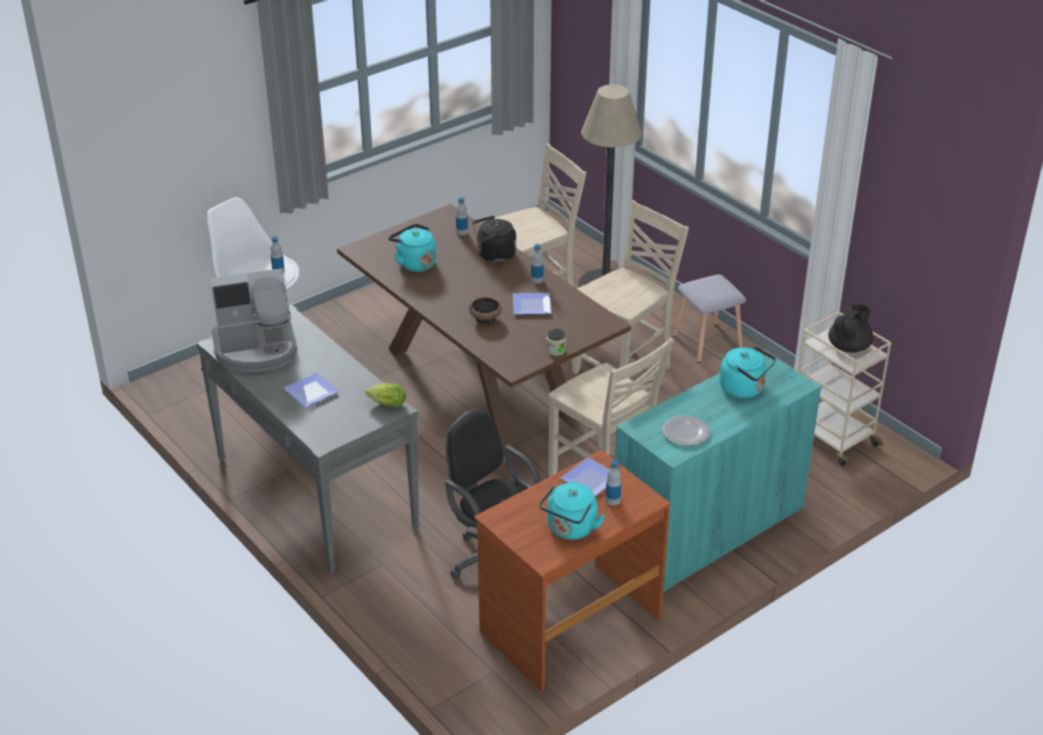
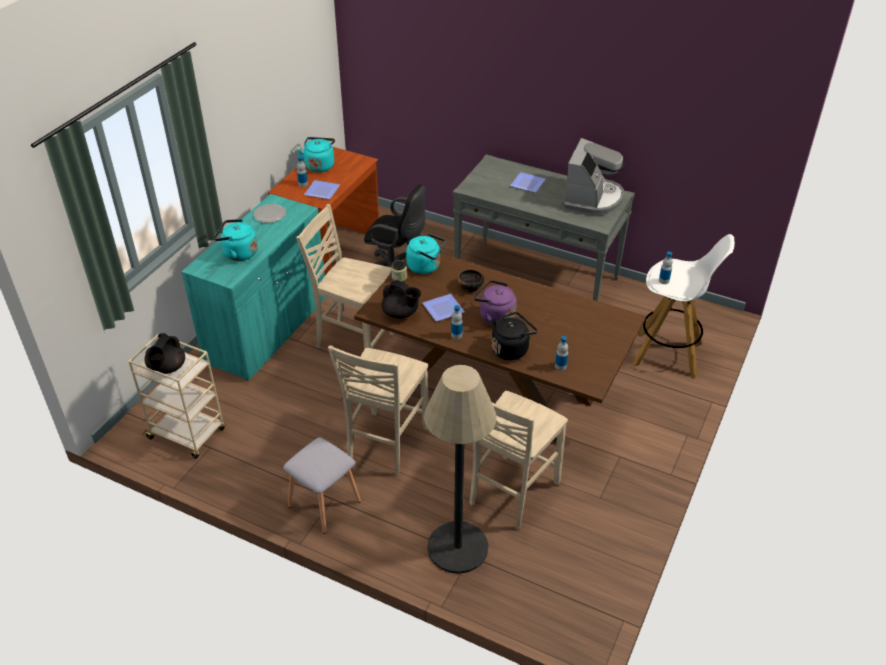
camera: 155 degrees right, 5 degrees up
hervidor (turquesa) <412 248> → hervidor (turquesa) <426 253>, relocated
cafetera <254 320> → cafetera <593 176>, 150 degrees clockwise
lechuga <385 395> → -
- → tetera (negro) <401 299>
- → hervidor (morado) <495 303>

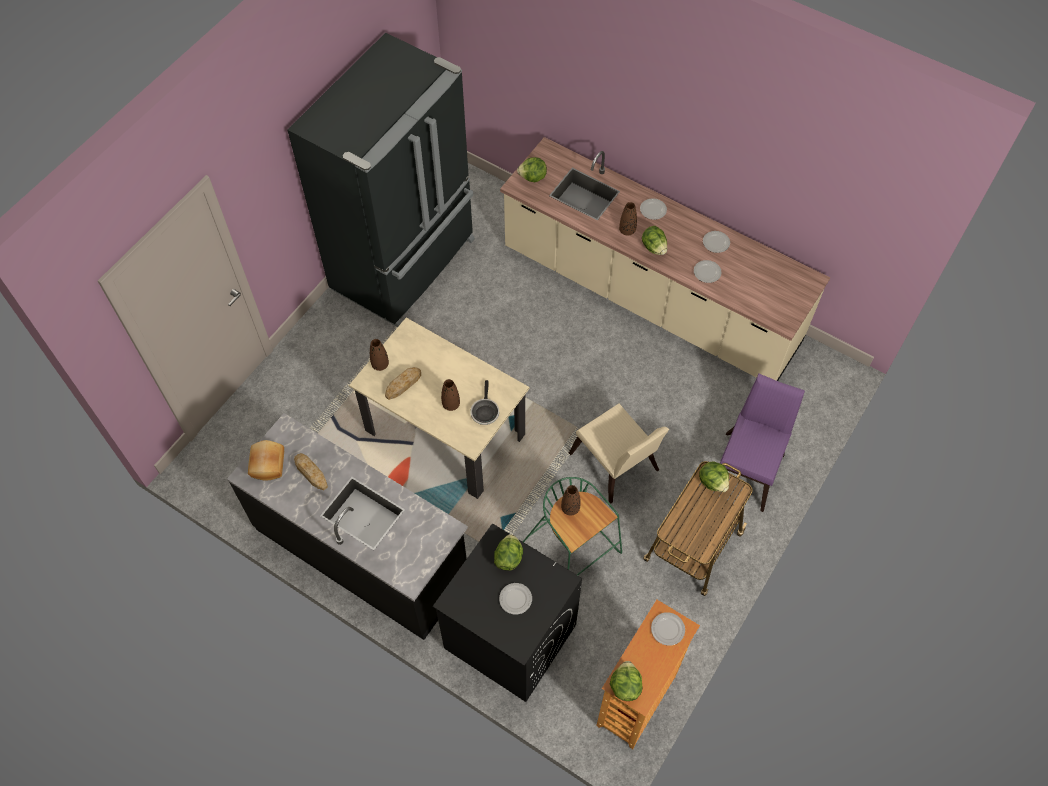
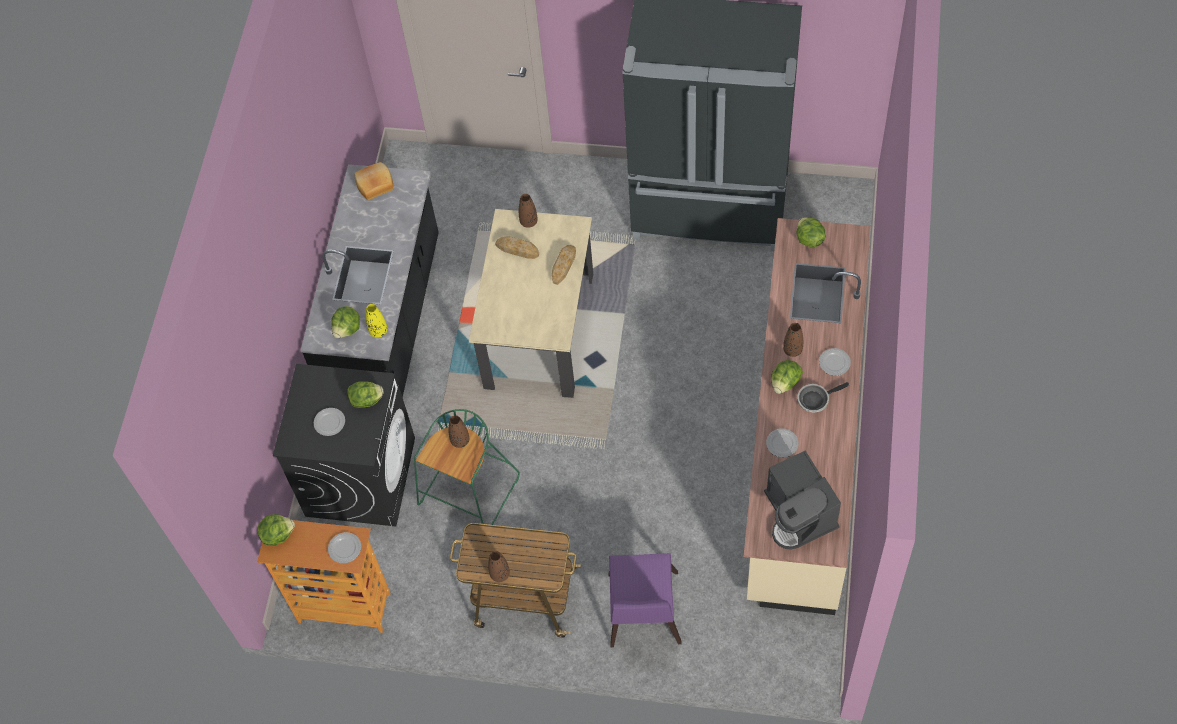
camera: 70 degrees right, 0 degrees up
plato <716 242> → -
silla (morado) <762 443> → silla (morado) <645 600>, 90 degrees clockwise
florero (marrón) <450 395> → florero (marrón) <499 566>, relocated
sartén <484 402> → sartén <823 397>, relocated
silla (beis) <619 453> → -
pan <311 471> → pan <564 265>, relocated
lechuga <714 477> → lechuga <345 322>, relocated
- → florero (amarillo) <376 321>
- → cafetera <802 500>

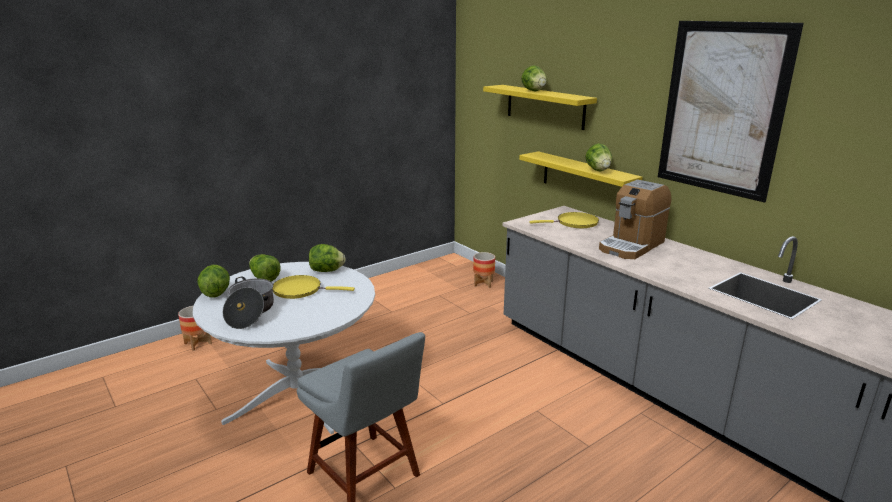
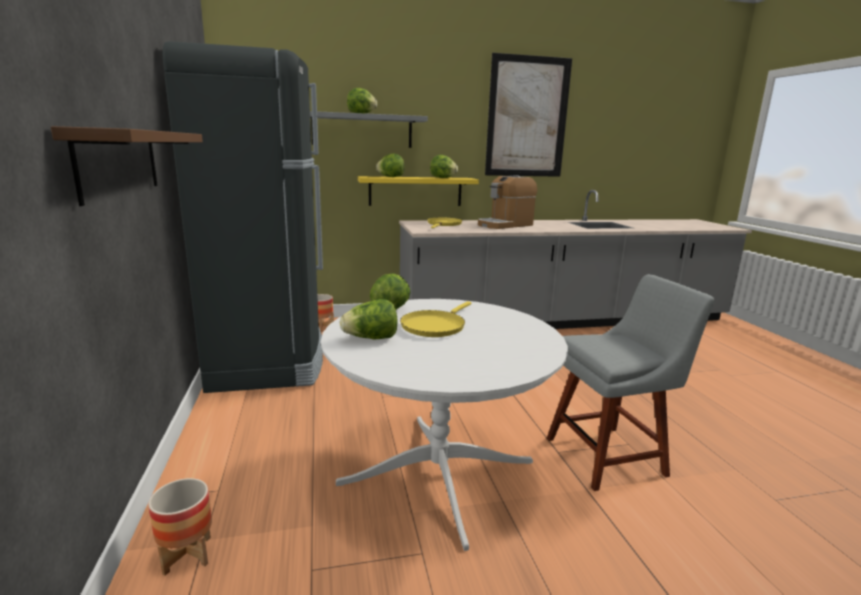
camera: 65 degrees left, 5 degrees down
estante (amarillo) <540 107> → estante (gris) <369 129>
cafetera <635 219> → cafetera <507 202>, 75 degrees clockwise
lechuga <213 281> → lechuga <390 165>, relocated
olla <248 303> → -
- → nevera (negro) <243 217>
- → estante (marrón) <127 166>

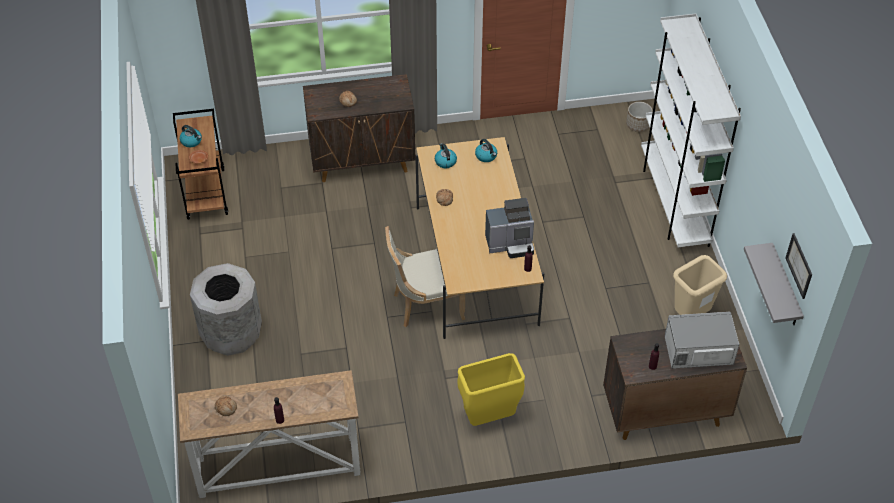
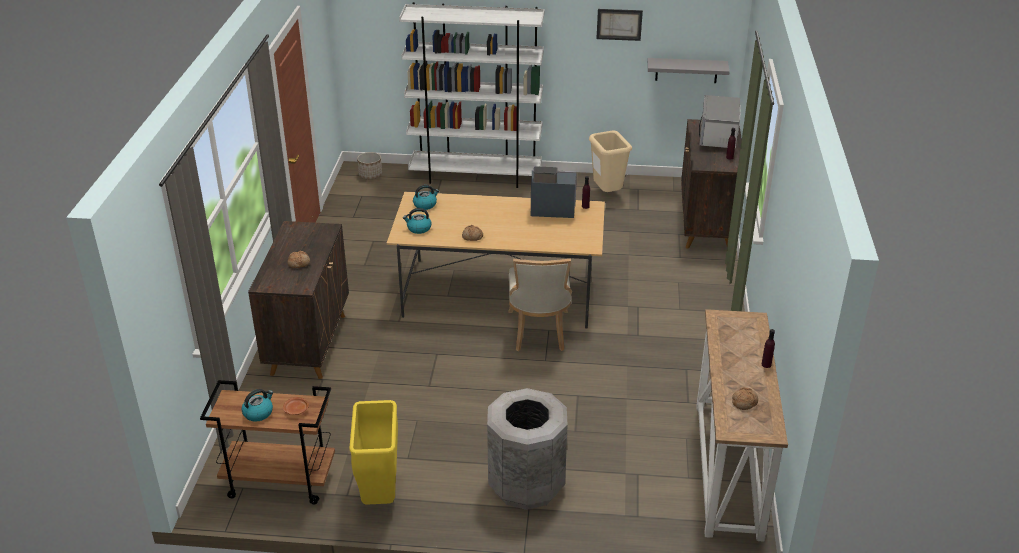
camera: 75 degrees left, 15 degrees down
cafetera <509 228> → cafetera <554 192>, 90 degrees counterclockwise
cuadro <798 266> → cuadro <619 25>, relocated
papelera (amarillo) <491 389> → papelera (amarillo) <373 452>, relocated

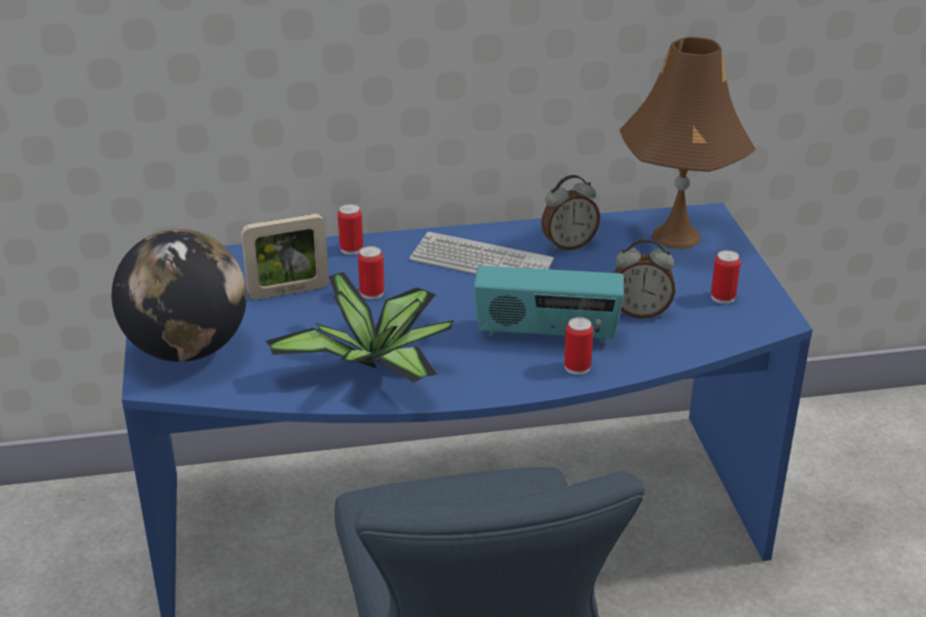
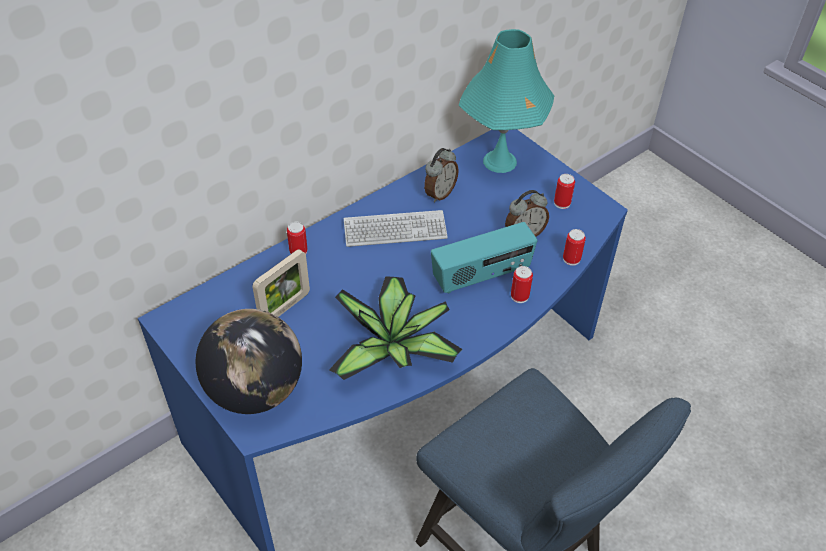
camera: 30 degrees left, 15 degrees up
lámpara de mesa (marrón) <688 143> → lámpara de mesa (turquesa) <506 101>
lata <371 272> → lata <574 247>, relocated

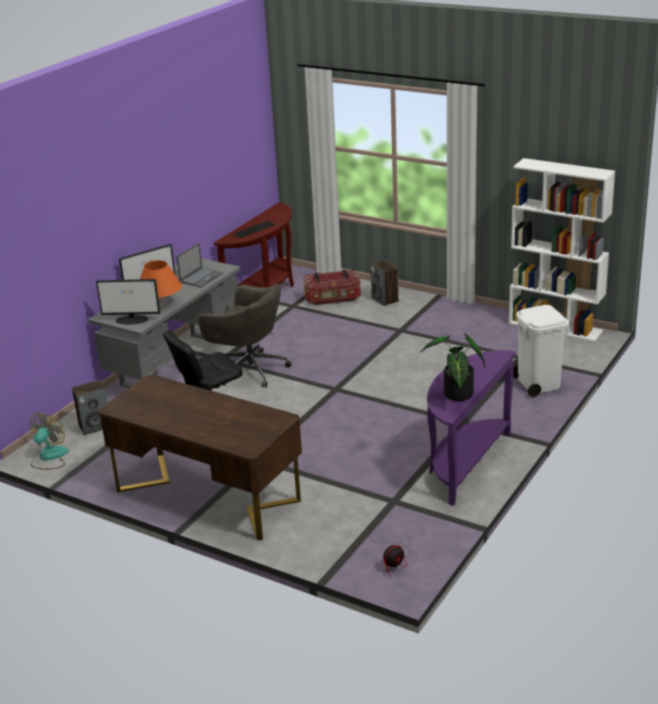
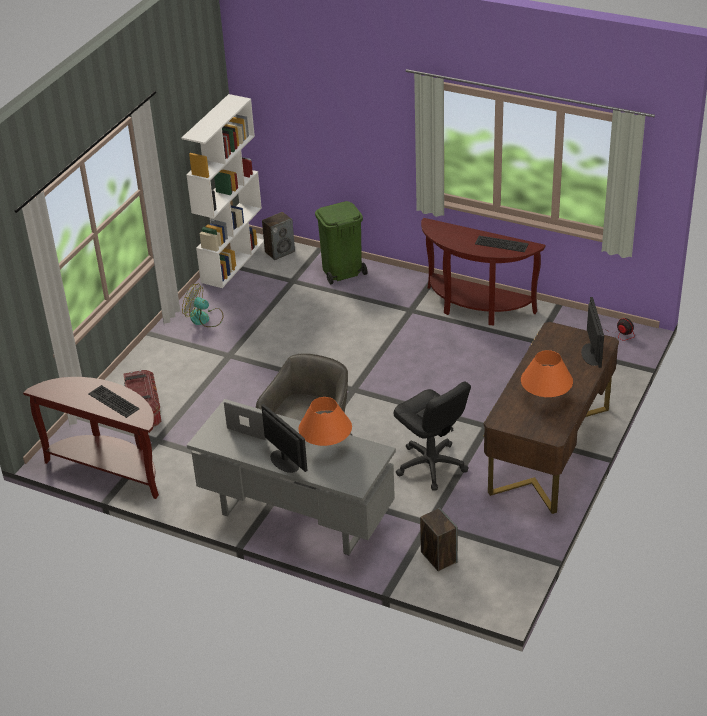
camera: 95 degrees left, 10 degrees up
altavoz <384 283> → altavoz <278 236>, relocated
monitor <128 301> → monitor <592 332>, relocated
papelera (blanco) <541 351> → papelera (verde) <341 242>
planta en maceta <452 367> → teclado <502 244>
mesa consola (morado) <471 428> → mesa consola (marrón) <483 271>
ventilador <49 441> → ventilador <202 305>, relocated
- → lámpara de mesa (naranja) <547 373>

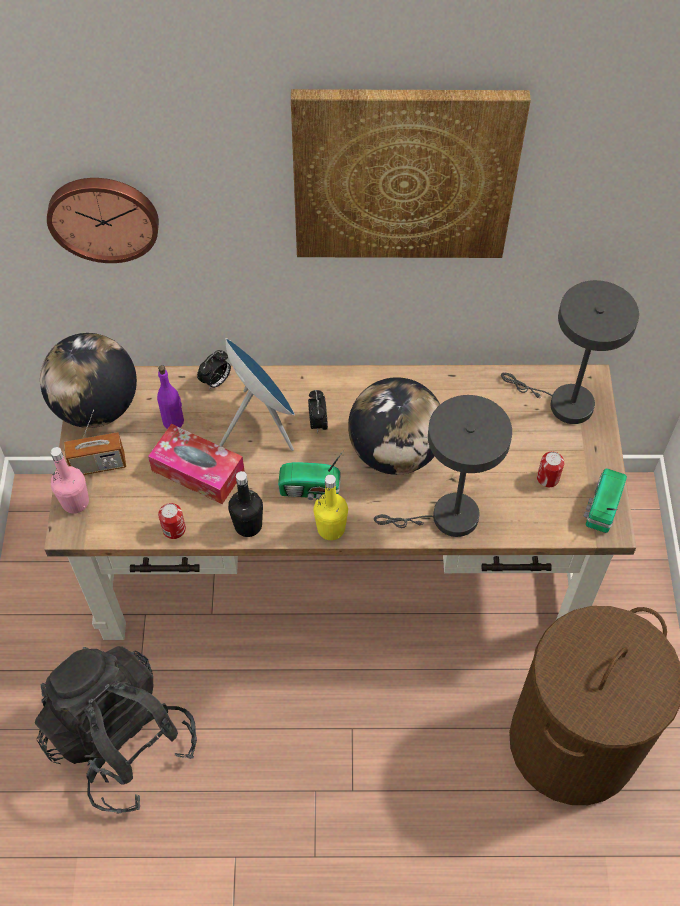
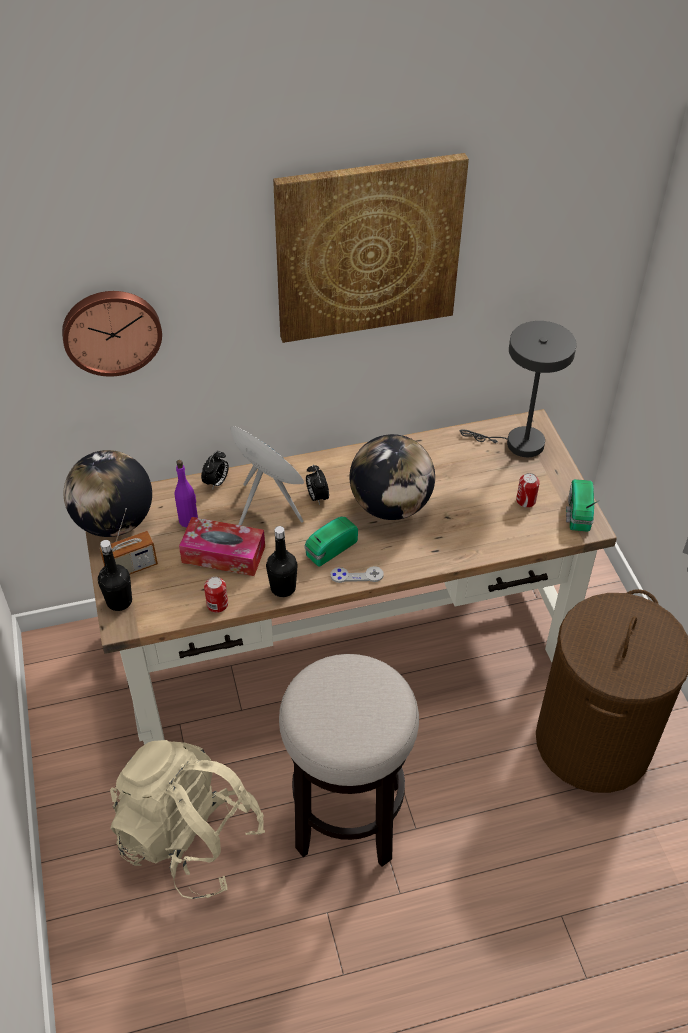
camera: 15 degrees left, 10 degrees down
lámpara de mesa (gris) <443 466> → -
botella (rosa) <70 480> → botella (negro) <115 575>
radio <311 475> → radio <331 542>, 150 degrees clockwise
botella (amarillo) <330 507> → mando de consola (gris) <357 574>
mochila (negro) <116 730> → mochila (beis) <187 819>
- → taburete <349 760>

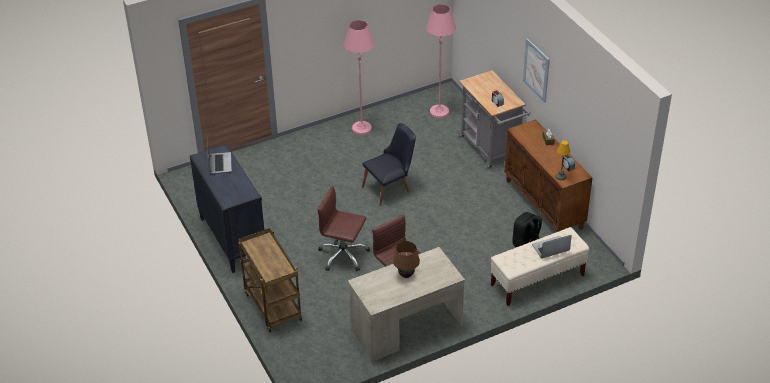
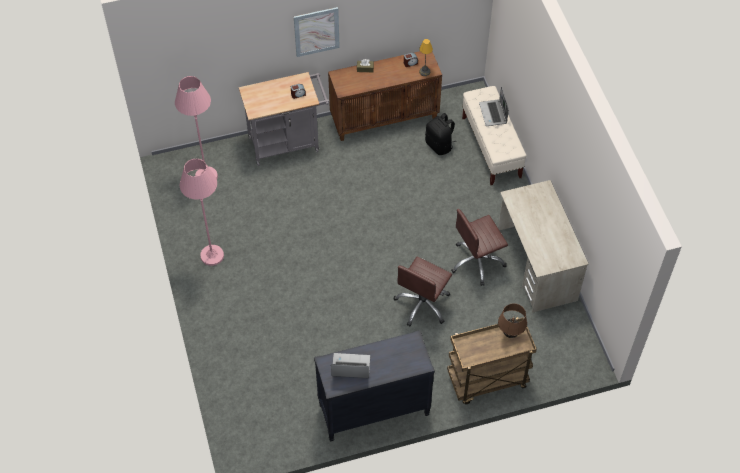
camera: 80 degrees left, 15 degrees up
silla (negro) <389 164> → -
lámpara de mesa (marrón) <406 259> → lámpara de mesa (marrón) <512 320>, relocated

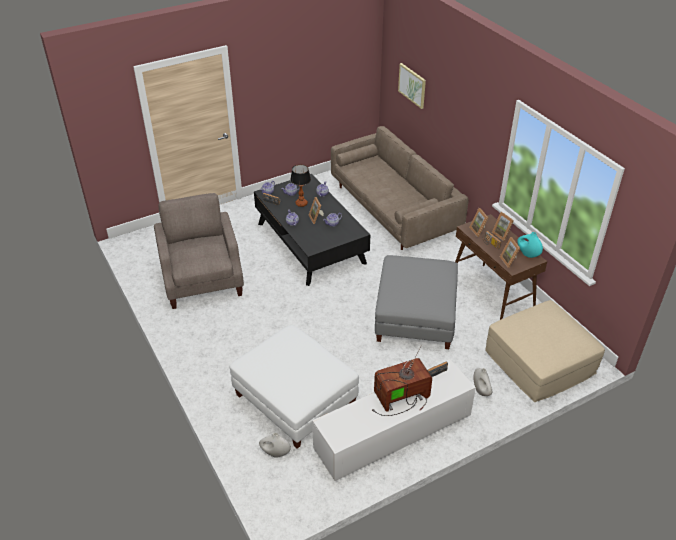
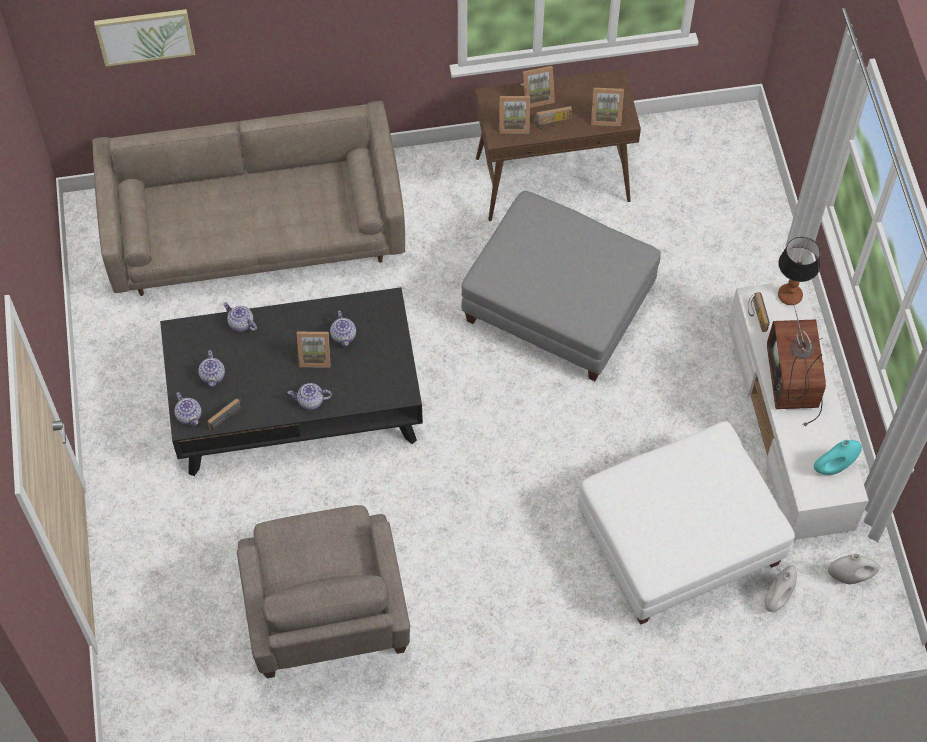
camera: 70 degrees left, 20 degrees up
lámpara de mesa <300 185> → lámpara de mesa <799 271>, relocated
sillón (beis) <199 251> → sillón (beis) <323 591>, 105 degrees counterclockwise
florero (turquesa) <530 245> → florero (turquesa) <838 457>, relocated
puf (beis) <545 351> → -
florero (blanco) <482 382> → florero (blanco) <854 569>, relocated

